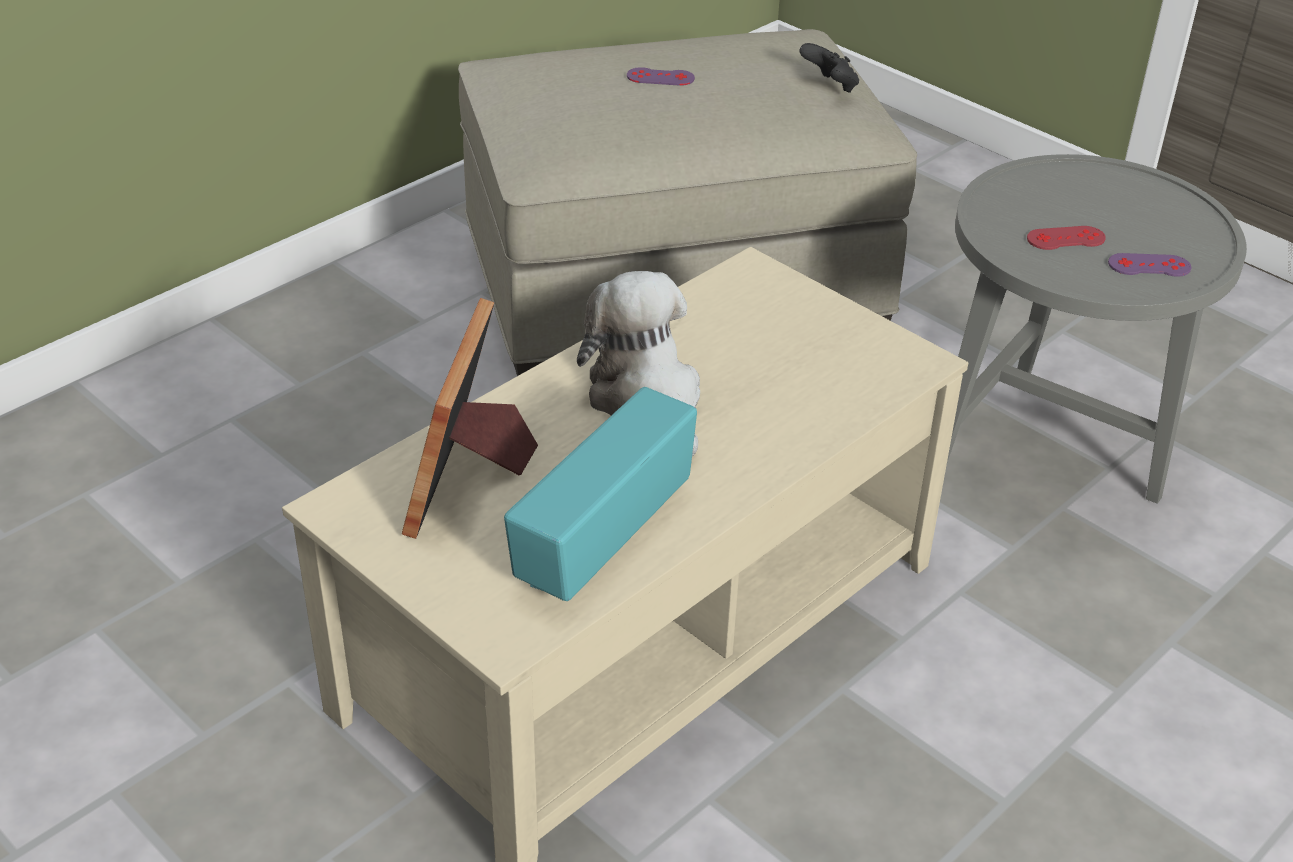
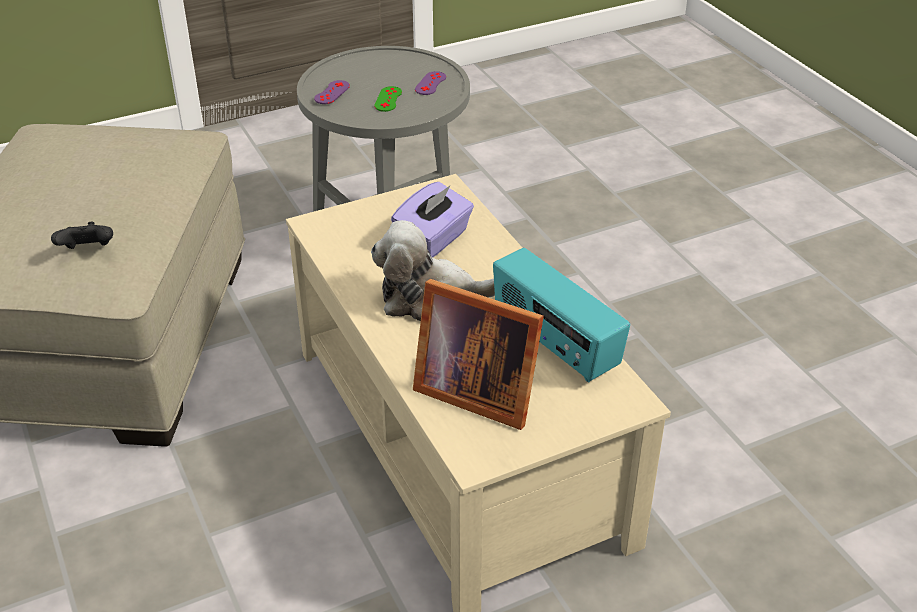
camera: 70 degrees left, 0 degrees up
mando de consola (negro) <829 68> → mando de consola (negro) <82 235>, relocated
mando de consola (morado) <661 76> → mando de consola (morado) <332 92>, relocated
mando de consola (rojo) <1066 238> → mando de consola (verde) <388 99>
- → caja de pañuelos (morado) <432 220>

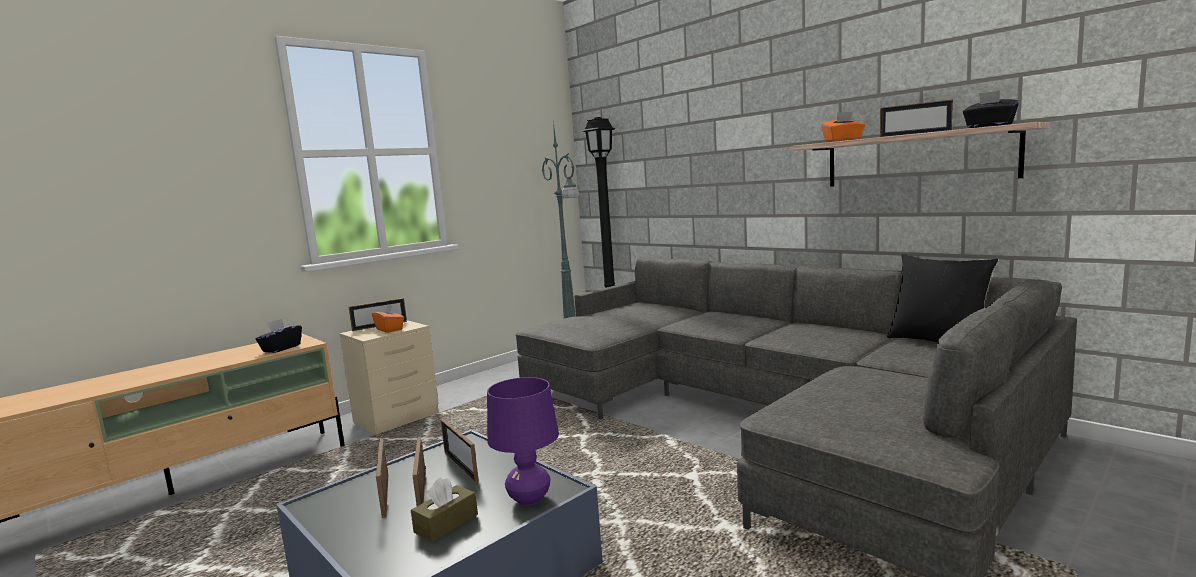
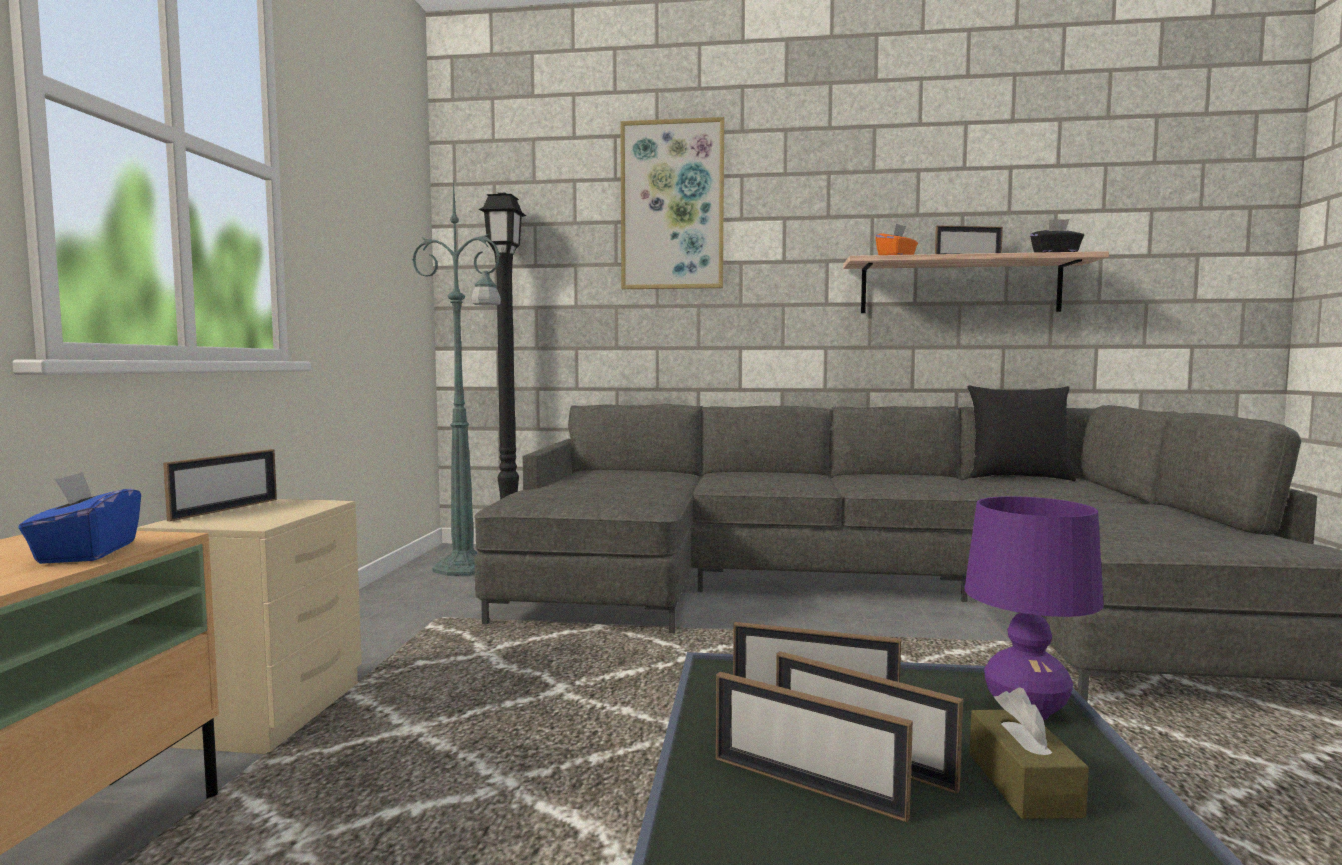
camera: 40 degrees left, 5 degrees down
caja de pañuelos (naranja) <388 318> → -
caja de pañuelos (negro) <279 336> → caja de pañuelos (azul) <79 518>
- → cuadro <672 203>

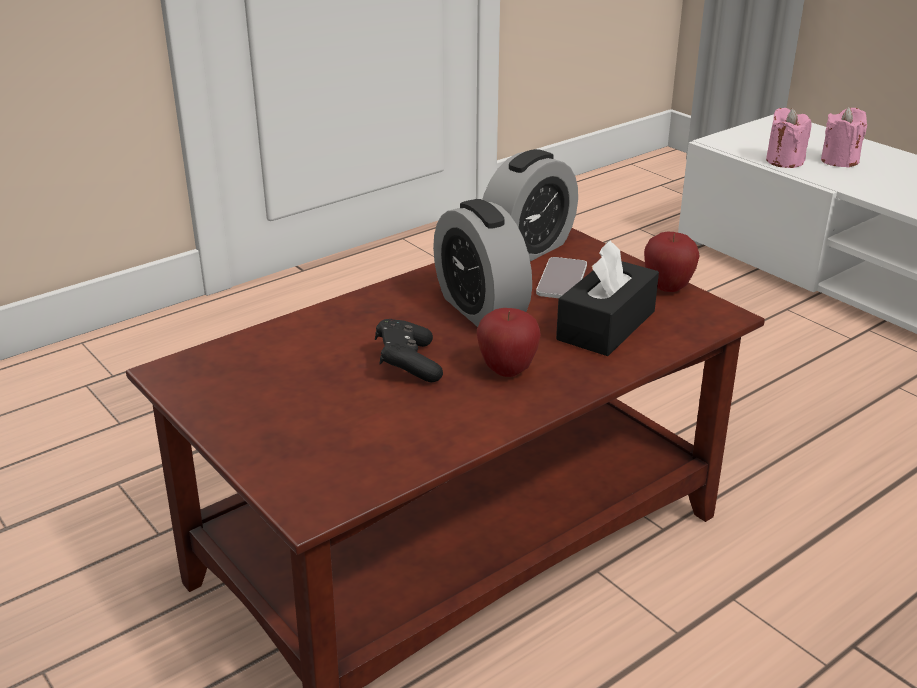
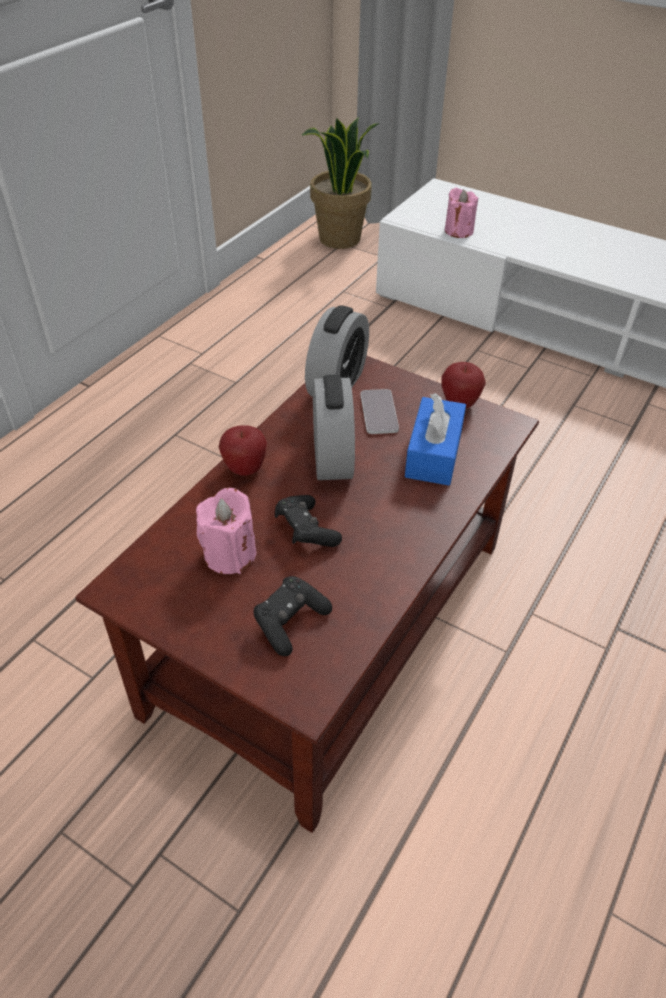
camera: 20 degrees left, 15 degrees up
vela (rosa) <844 137> → vela (rosa) <226 531>, relocated
despertador <482 263> → despertador <334 427>, 135 degrees counterclockwise
caja de pañuelos (negro) <607 298> → caja de pañuelos (azul) <435 439>
manzana <509 342> → manzana <243 450>, relocated
- → planta en maceta <341 183>
- → mando de consola (negro) <292 616>

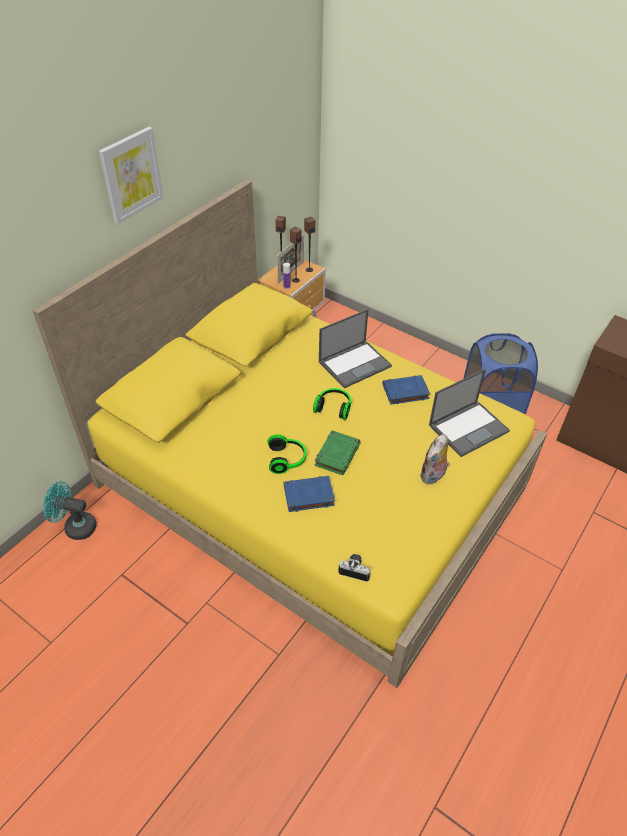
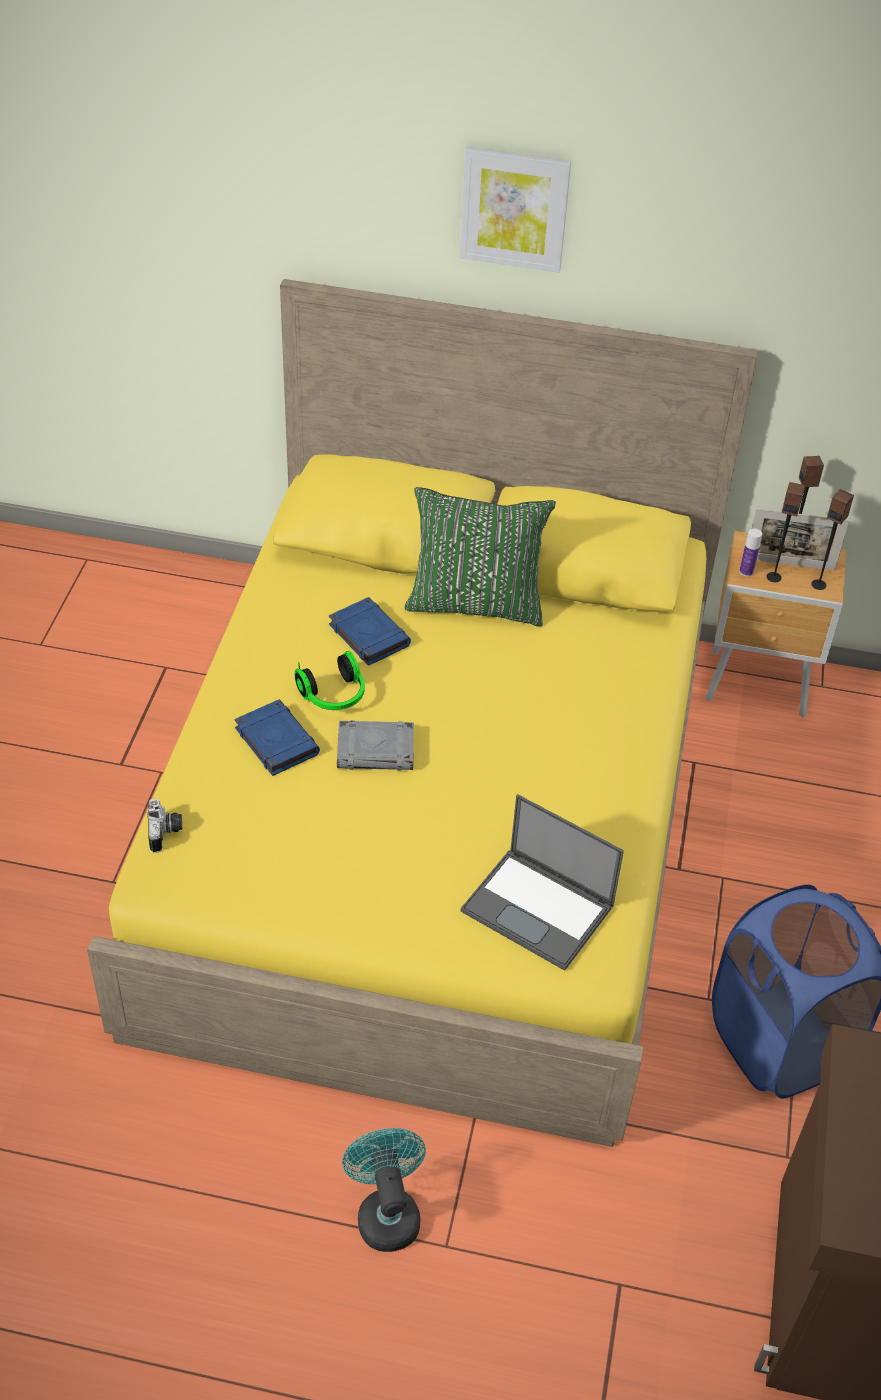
camera: 65 degrees right, 0 degrees up
portátil <355 349> → -
libro (azul) <406 390> → libro (azul) <370 631>, relocated
auriculares <332 404> → -
libro (verde) <337 452> → libro (gris) <375 745>
peluche <435 459> → -
ventilador (turquesa) <70 510> → ventilador (turquesa) <384 1190>, relocated
- → cojín (verde) <480 557>

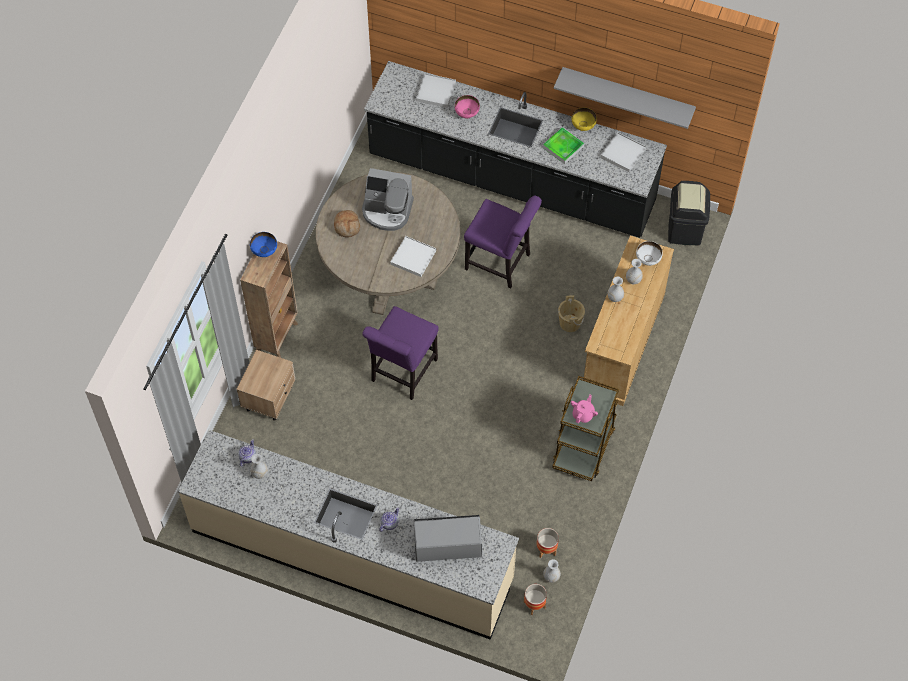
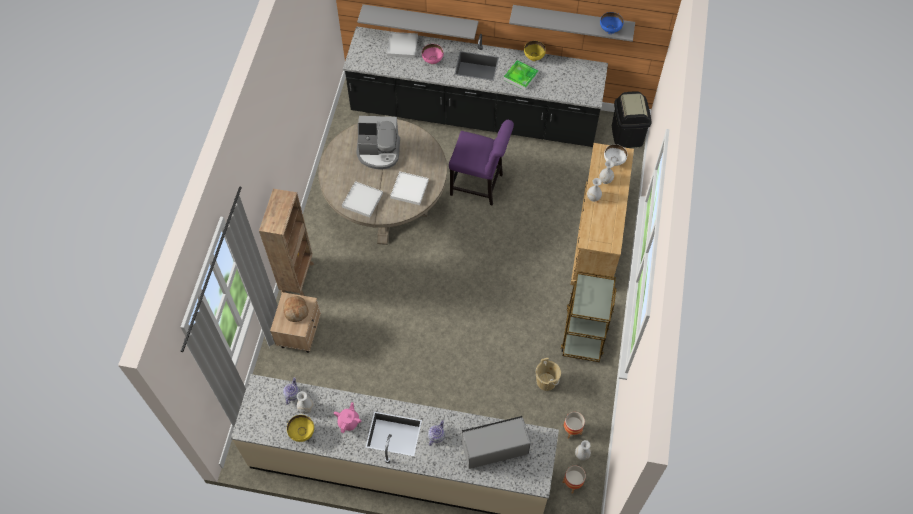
camera: 10 degrees left, 0 degrees up
bandeja (blanco) <623 152> → bandeja (blanco) <362 199>, relocated
pan <347 223> → pan <295 309>, relocated
cuenco (azul) <263 244> → cuenco (azul) <612 23>, relocated
cubo (beis) <571 313> → cubo (beis) <548 374>, relocated
silla (morado) <401 353> → -
tetera (rosa) <584 409> → tetera (rosa) <347 417>, relocated
- → estante (gris) <417 22>
- → cuenco (amarillo) <300 428>

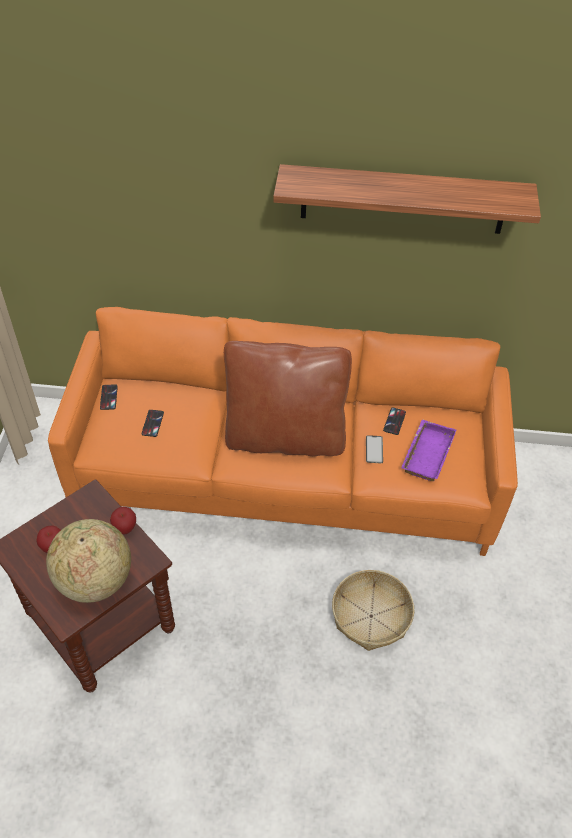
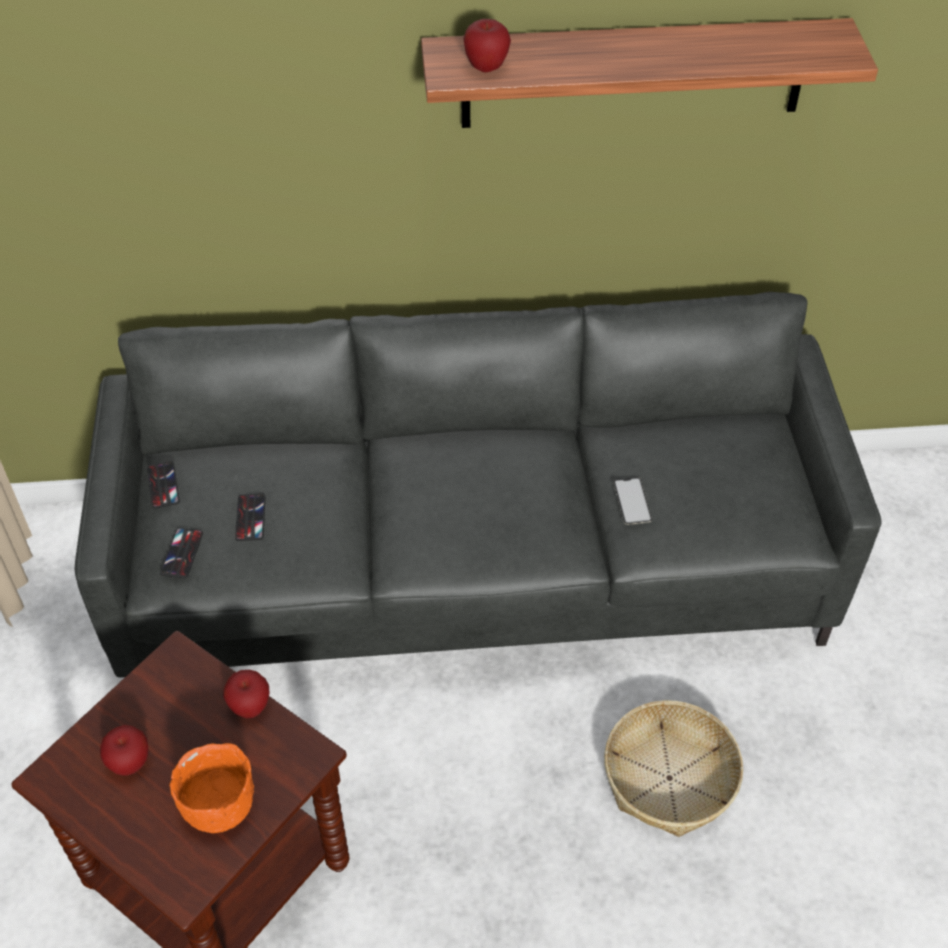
camera: 10 degrees left, 0 degrees up
sofá (naranja) <283 431> → sofá (gris) <478 485>
cojín (marrón) <288 398> → -
móvil <394 421> → móvil <181 553>, relocated
bandeja (morado) <428 450> → -
globo terráqueo <88 561> → cuenco (naranja) <211 788>
- → manzana <487 45>

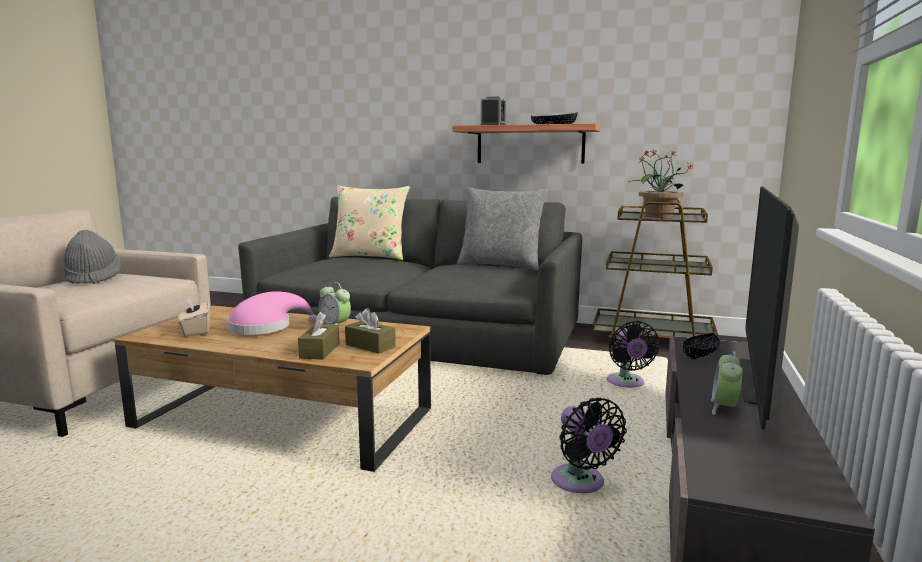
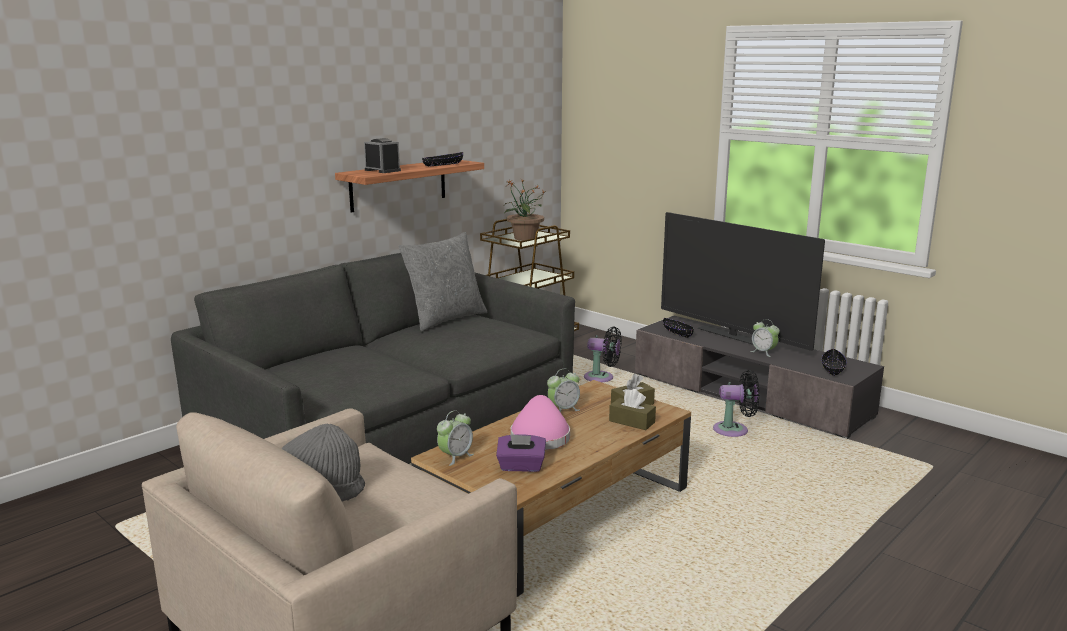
camera: 65 degrees left, 5 degrees up
cojín (beis) <369 222> → -
caja de pañuelos (beis) <194 316> → caja de pañuelos (morado) <521 453>
- → cuenco (negro) <834 362>
- → despertador <455 438>

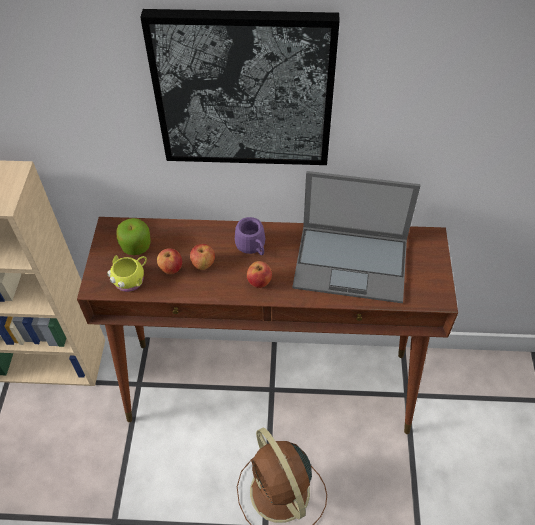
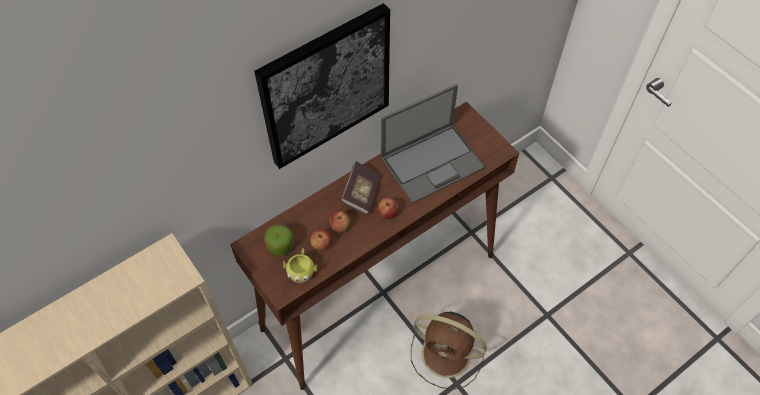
camera: 40 degrees left, 5 degrees up
taza grande (morado) <250 236> → libro <361 188>

